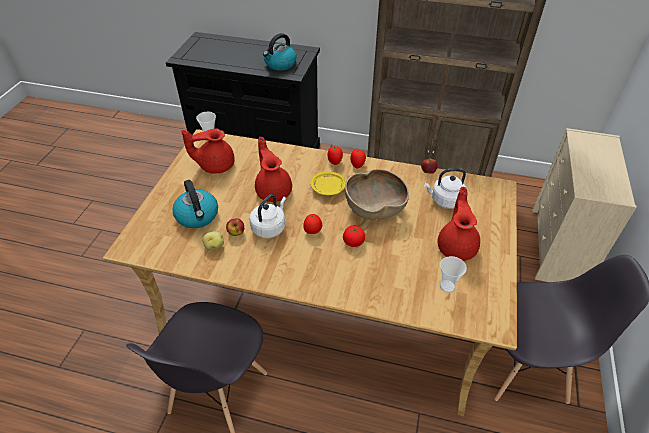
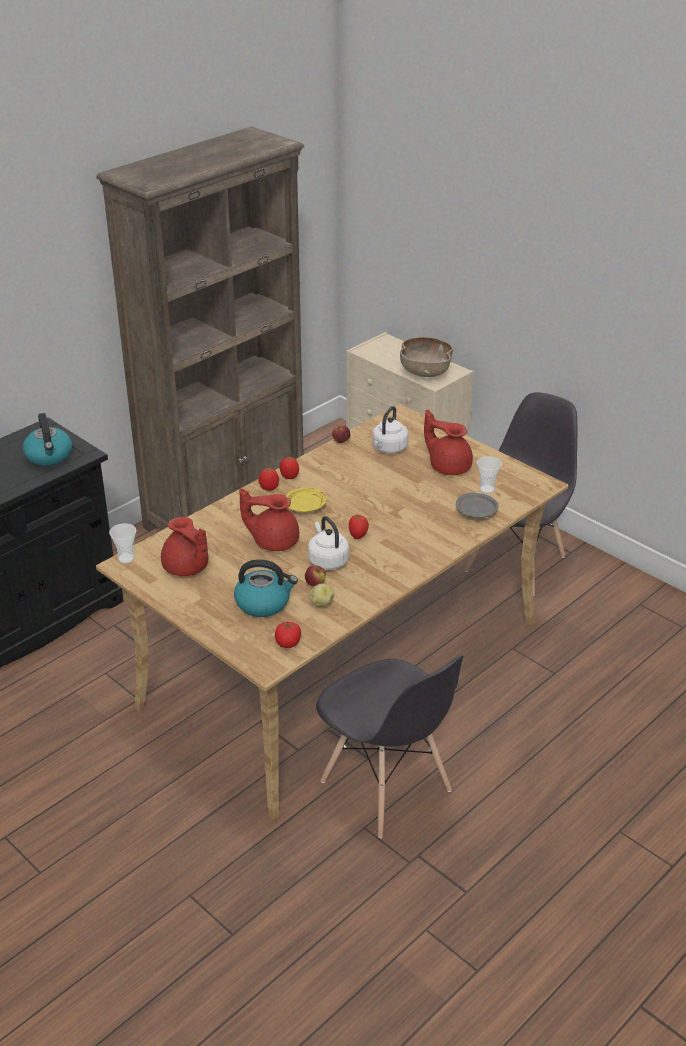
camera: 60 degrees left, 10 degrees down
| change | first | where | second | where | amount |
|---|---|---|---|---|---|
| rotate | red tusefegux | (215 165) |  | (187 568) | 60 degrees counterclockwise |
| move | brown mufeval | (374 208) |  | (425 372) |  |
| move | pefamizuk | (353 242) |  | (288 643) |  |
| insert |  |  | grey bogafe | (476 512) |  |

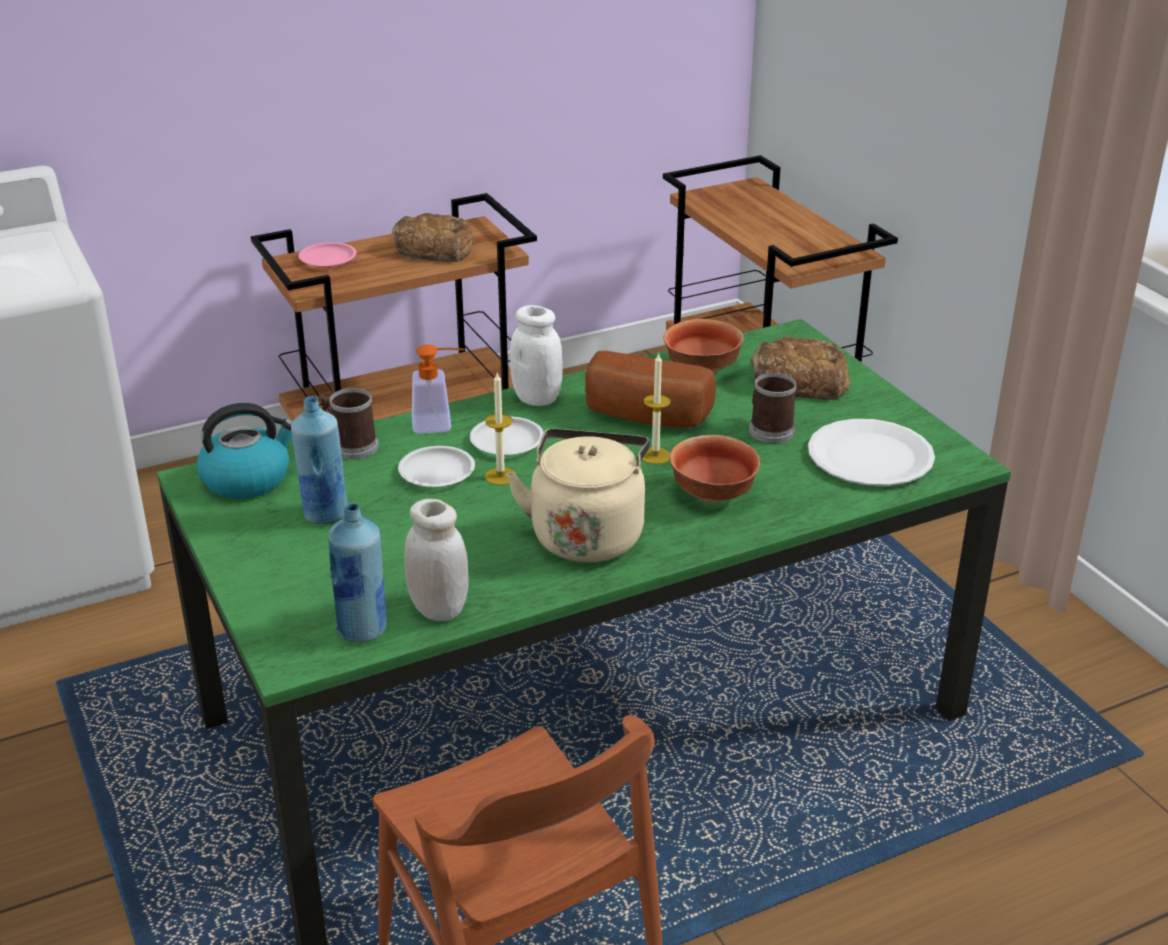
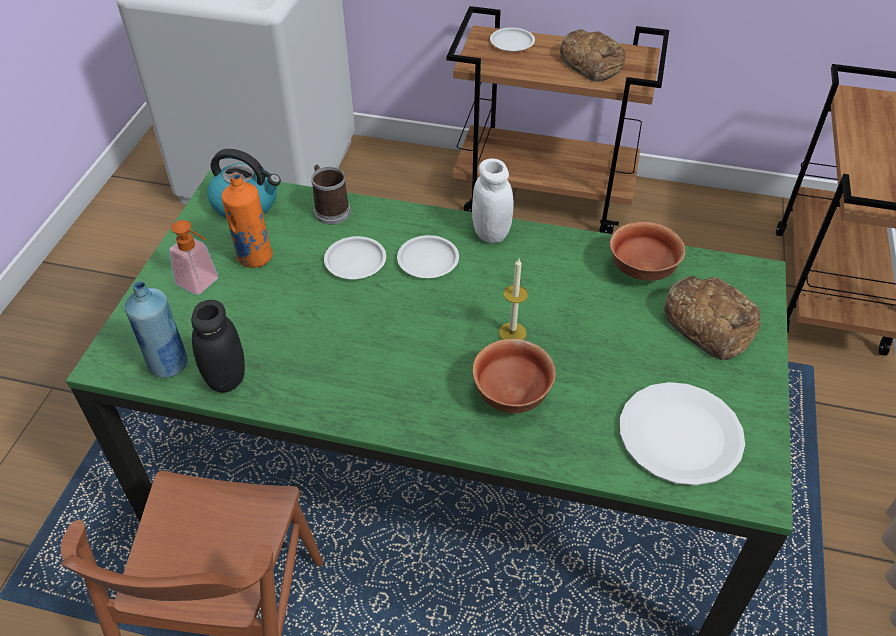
camera: 40 degrees right, 15 degrees up
| change | first | where | second | where | amount |
|---|---|---|---|---|---|
| recolor | pink bogafe | (327 259) | white bogafe | (512 42) |  |
| move | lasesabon | (440 424) |  | (203 284) |  |
| delete | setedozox | (644 417) |  |  |  |
| delete | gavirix | (768 428) |  |  |  |
| delete | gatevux | (500 476) |  |  |  |
| recolor | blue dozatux | (325 514) | orange dozatux | (254 257) |  |
| delete | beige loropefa | (587 534) |  |  |  |
| recolor | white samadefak | (438 609) | black samadefak | (226 378) |  |

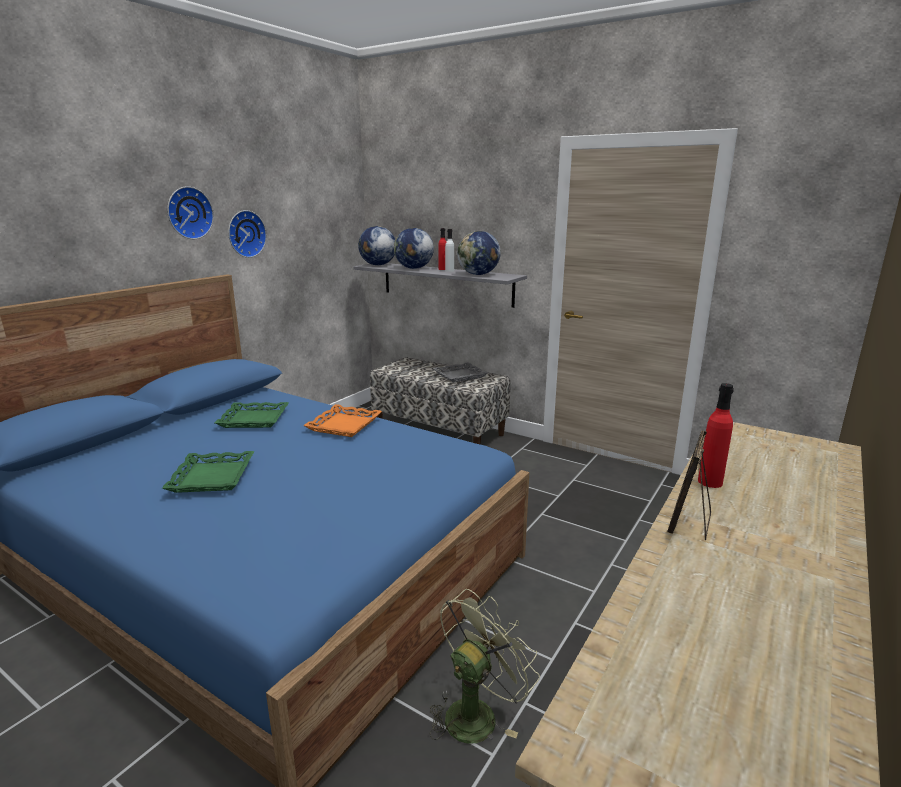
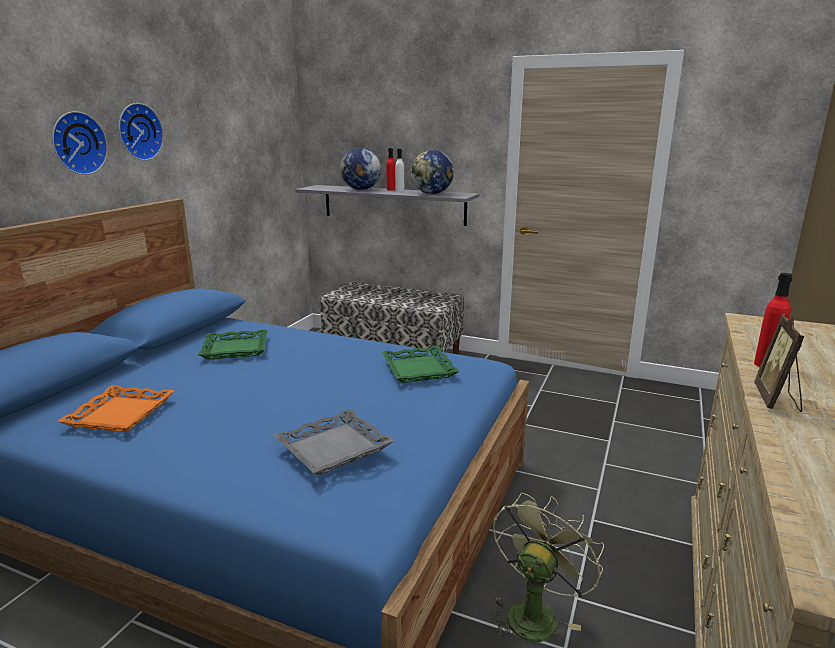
camera: 10 degrees left, 0 degrees up
| change | first | where | second | where | amount |
|---|---|---|---|---|---|
| move | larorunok | (245 234) |  | (77 143) |  |
| delete | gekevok | (377 265) |  |  |  |
| move | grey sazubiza | (460 375) |  | (333 448) |  |
| move | orange sazubiza | (344 425) |  | (119 414) |  |
| move | green sazubiza | (211 477) |  | (418 369) |  |

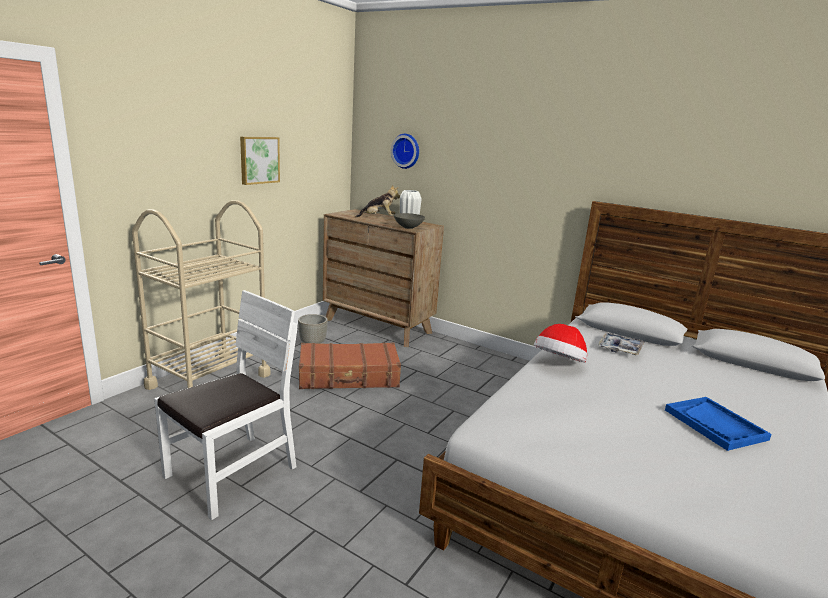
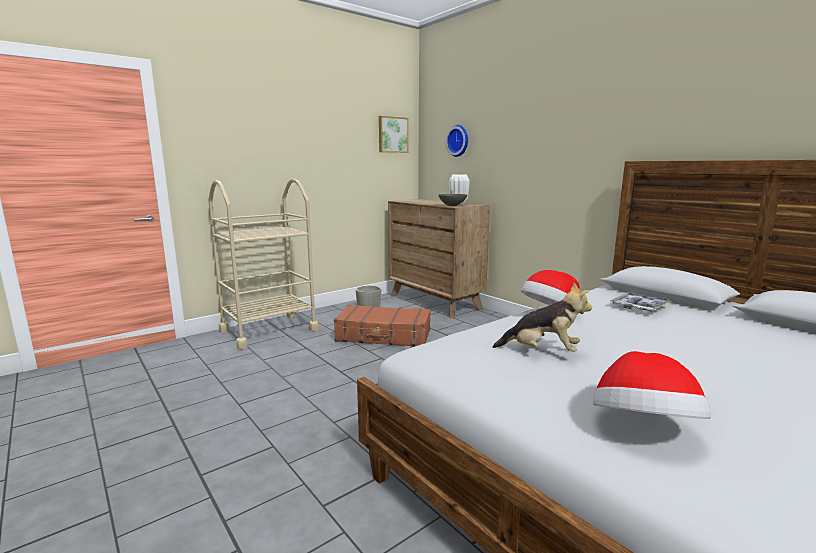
camera: 20 degrees right, 5 degrees down
| change | first | where | second | where | amount |
|---|---|---|---|---|---|
| move | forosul | (259 160) |  | (392 135) |  |
| move | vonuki | (378 218) |  | (542 352) |  |
| delete | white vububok | (232 473) |  |  |  |
| delete | blue sazubiza | (715 425) |  |  |  |
| insert |  |  | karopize | (643 428) |  |

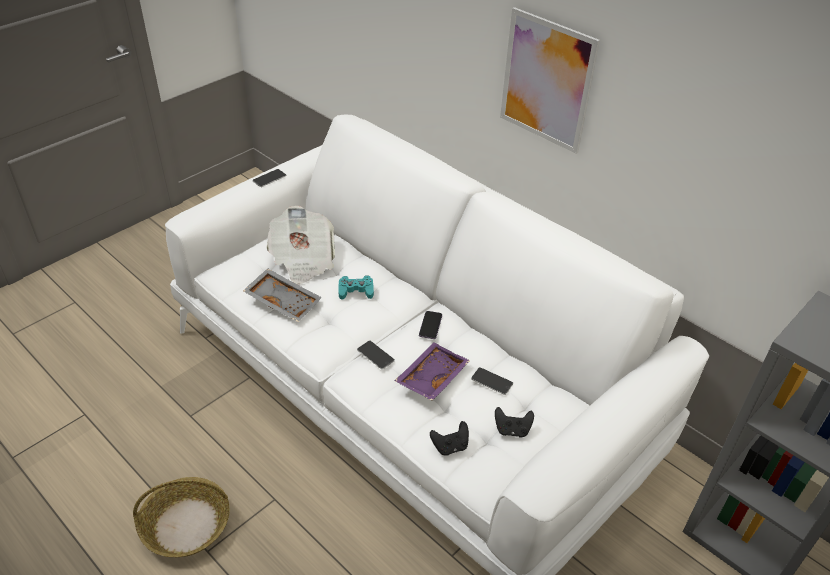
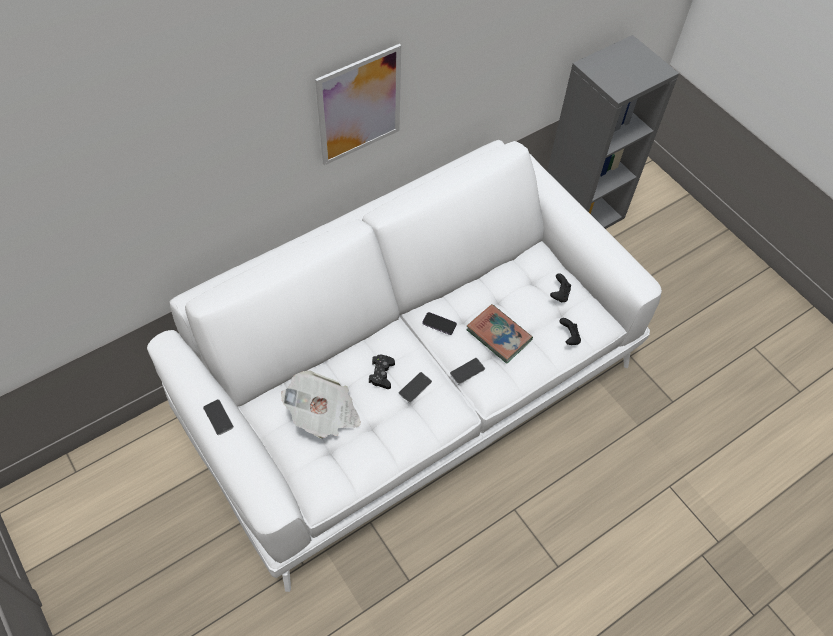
camera: 80 degrees left, 15 degrees up
| change | first | where | second | where | amount |
|---|---|---|---|---|---|
| delete | grey sazubiza | (284 301) |  |  |  |
| recolor | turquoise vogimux | (356 291) | black vogimux | (381 374) |  |
| replace | purple sazubiza | (431 377) | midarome | (498 335) |  |
| move | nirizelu | (492 381) |  | (415 387) |  |
| delete | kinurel | (187 525) |  |  |  |

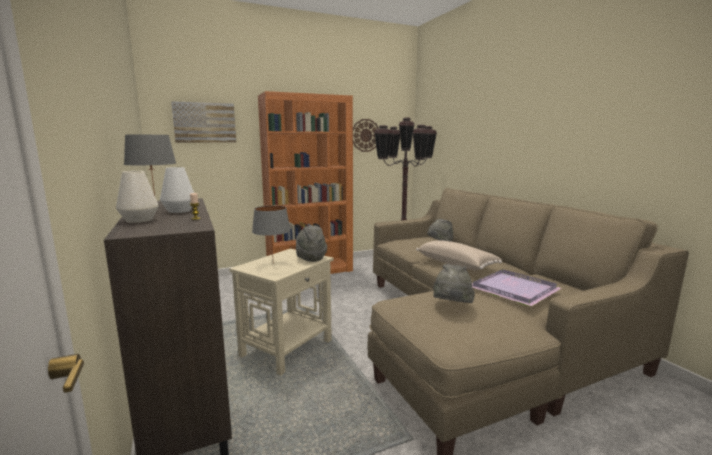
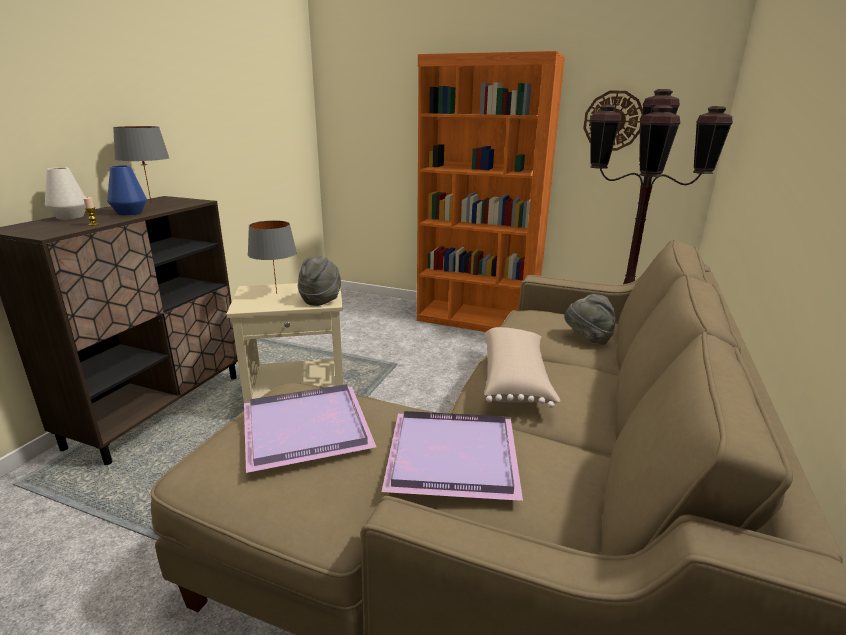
camera: 45 degrees right, 10 degrees up
| change | first | where | second | where | amount |
|---|---|---|---|---|---|
| delete | forosul | (204 122) |  |  |  |
| recolor | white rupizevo | (179 211) | blue rupizevo | (130 213) |  |
| replace | grey karopize | (451 306) | purple sazubiza | (309 429) |  |

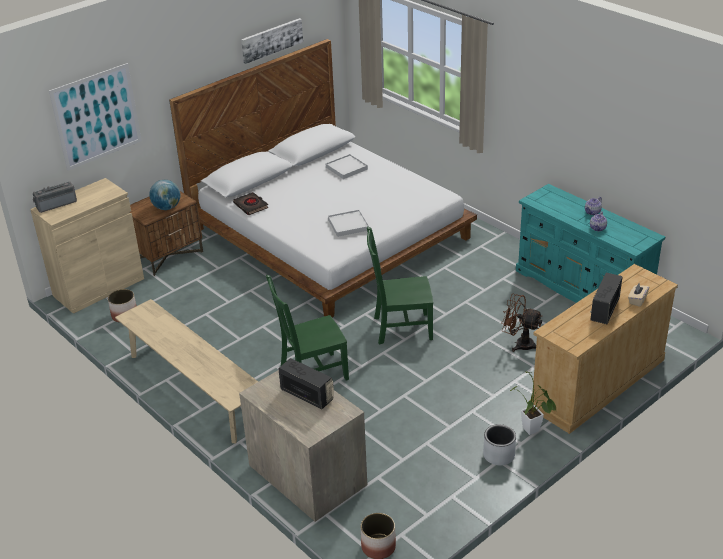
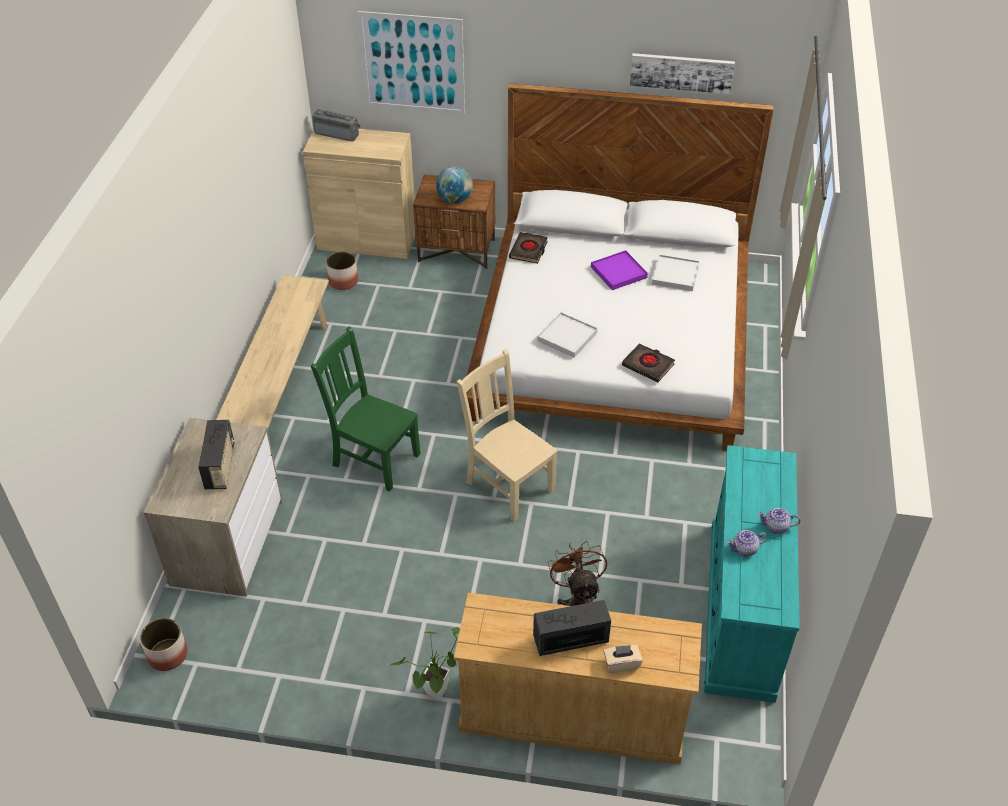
camera: 50 degrees right, 10 degrees up
| change | first | where | second | where | amount |
|---|---|---|---|---|---|
| recolor | green vububok | (400 328) | beige vububok | (508 484) |  |
| delete | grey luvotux | (498 455) |  |  |  |
| insert |  |  | purple sazubiza | (618 272) |  |
| insert |  |  | black midarome | (648 365) |  |

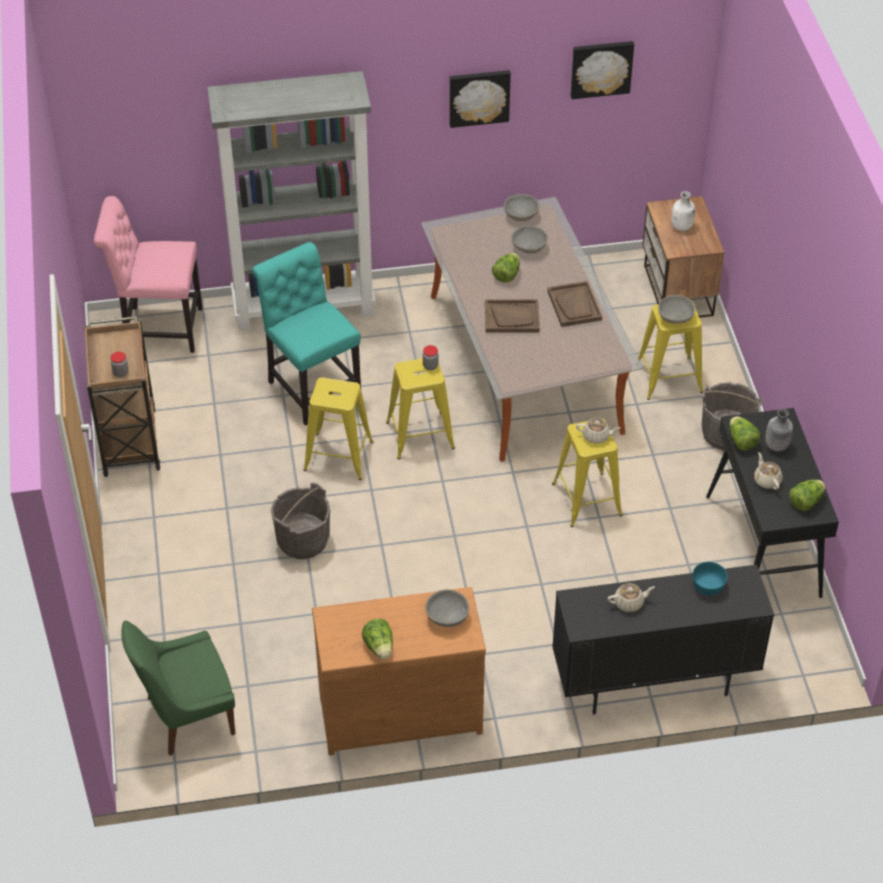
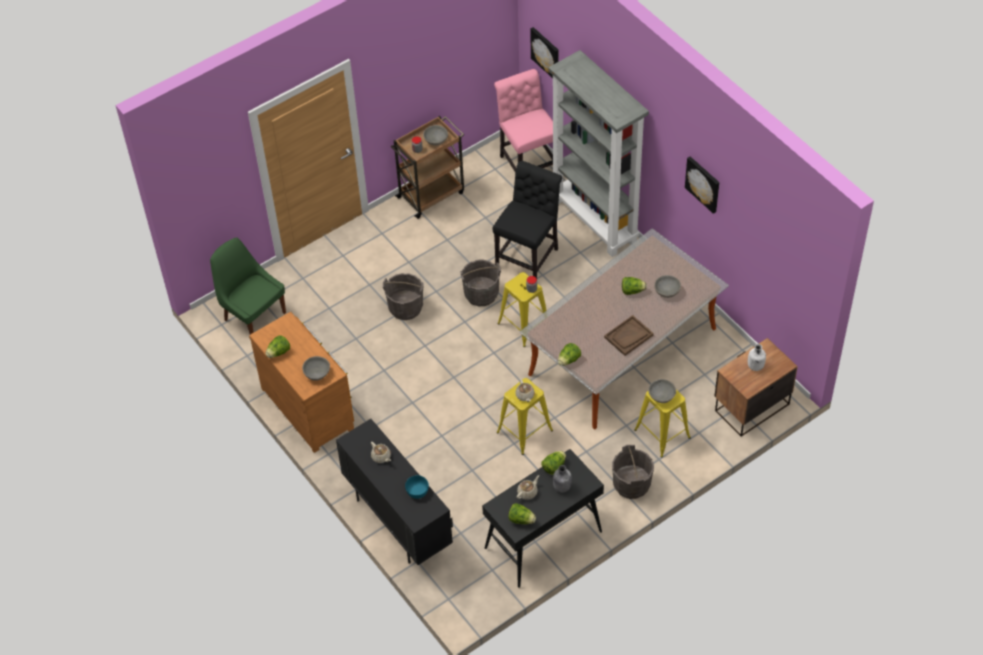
camera: 65 degrees right, 5 degrees up
| change | first | where | second | where | amount |
|---|---|---|---|---|---|
| move | forosul | (601 68) |  | (546 53) |  |
| move | grey mufeval | (521 215) |  | (436 140) |  |
| recolor | turquoise vububok | (311 387) | black vububok | (529 256) |  |
| delete | brown sazubiza | (512 317) |  |  |  |
| replace | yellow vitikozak | (338 456) | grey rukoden | (481 294) |  |
| insert |  |  | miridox | (568 360) |  |

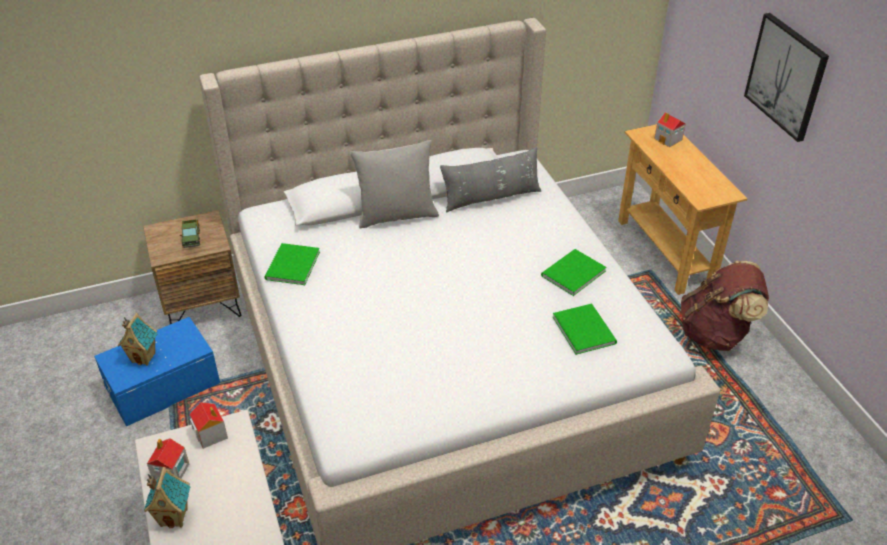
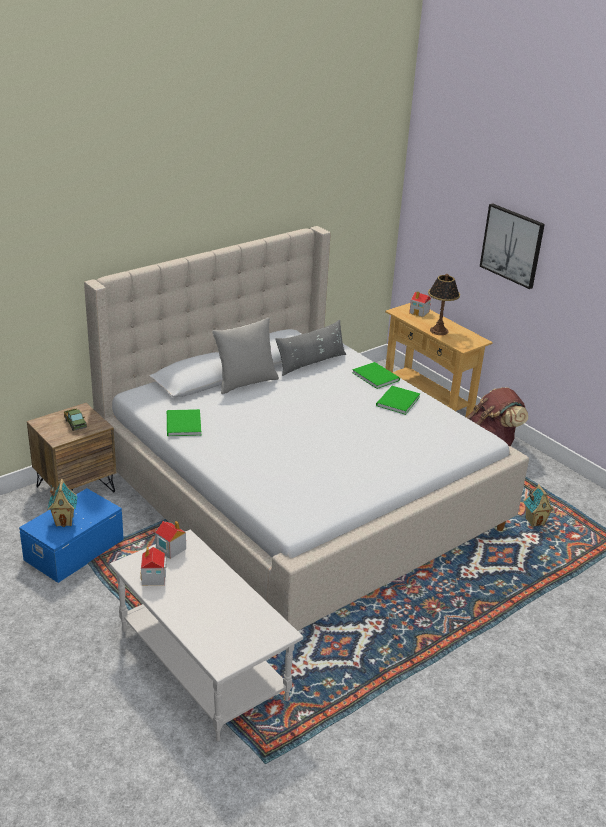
camera: 20 degrees left, 10 degrees down
| change | first | where | second | where | amount |
|---|---|---|---|---|---|
| move | green midarome | (584 328) |  | (375 376) |  |
| move | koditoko | (174 517) |  | (534 522) |  |
| insert |  |  | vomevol | (439 331) |  |

